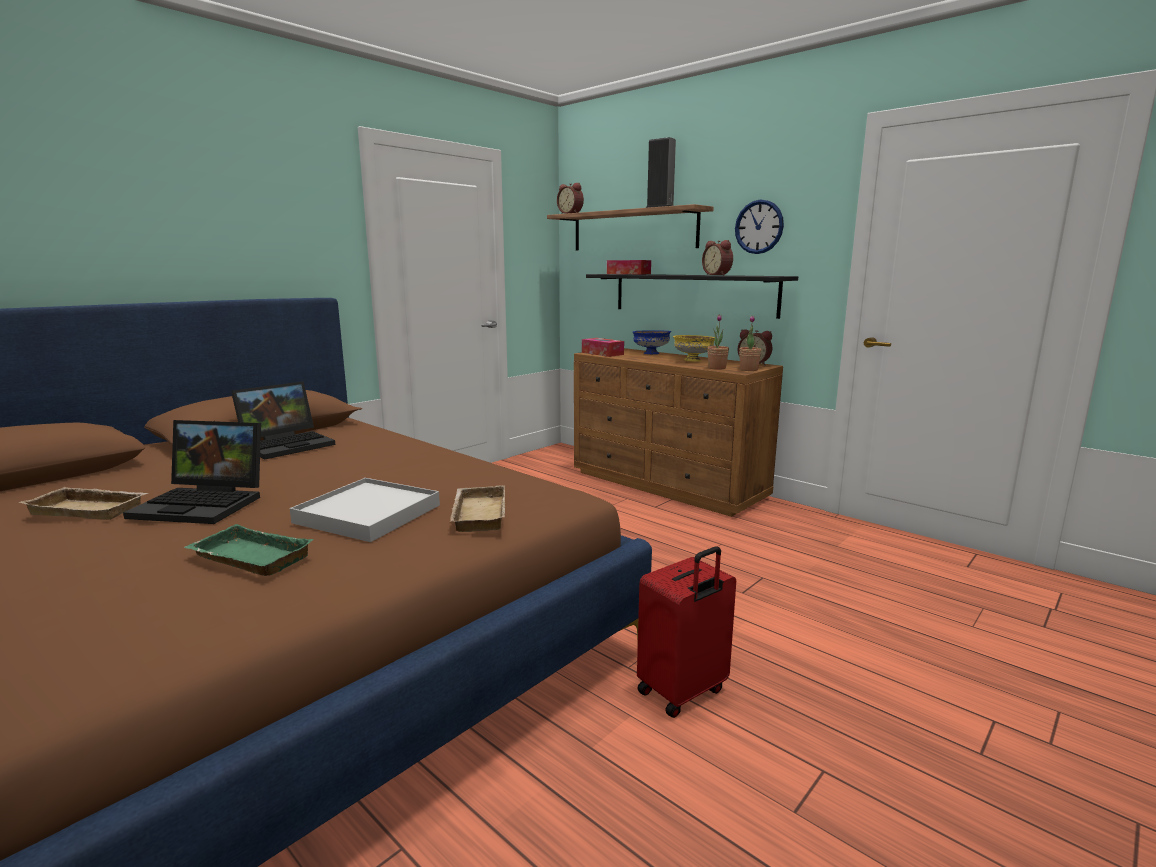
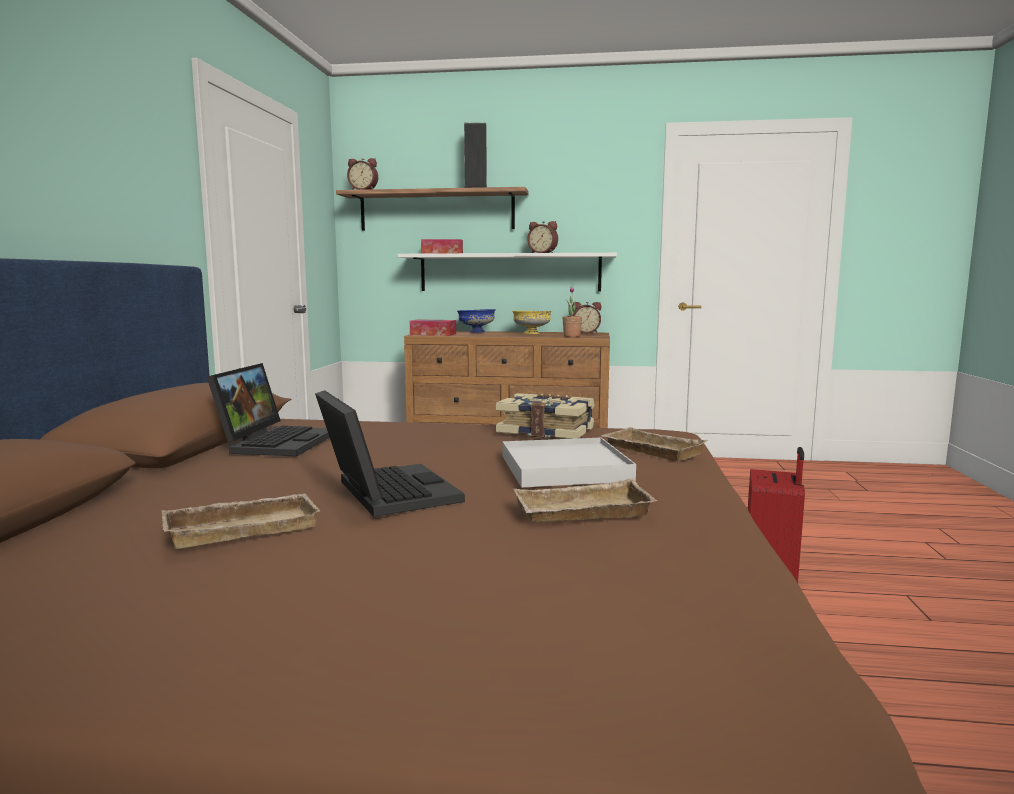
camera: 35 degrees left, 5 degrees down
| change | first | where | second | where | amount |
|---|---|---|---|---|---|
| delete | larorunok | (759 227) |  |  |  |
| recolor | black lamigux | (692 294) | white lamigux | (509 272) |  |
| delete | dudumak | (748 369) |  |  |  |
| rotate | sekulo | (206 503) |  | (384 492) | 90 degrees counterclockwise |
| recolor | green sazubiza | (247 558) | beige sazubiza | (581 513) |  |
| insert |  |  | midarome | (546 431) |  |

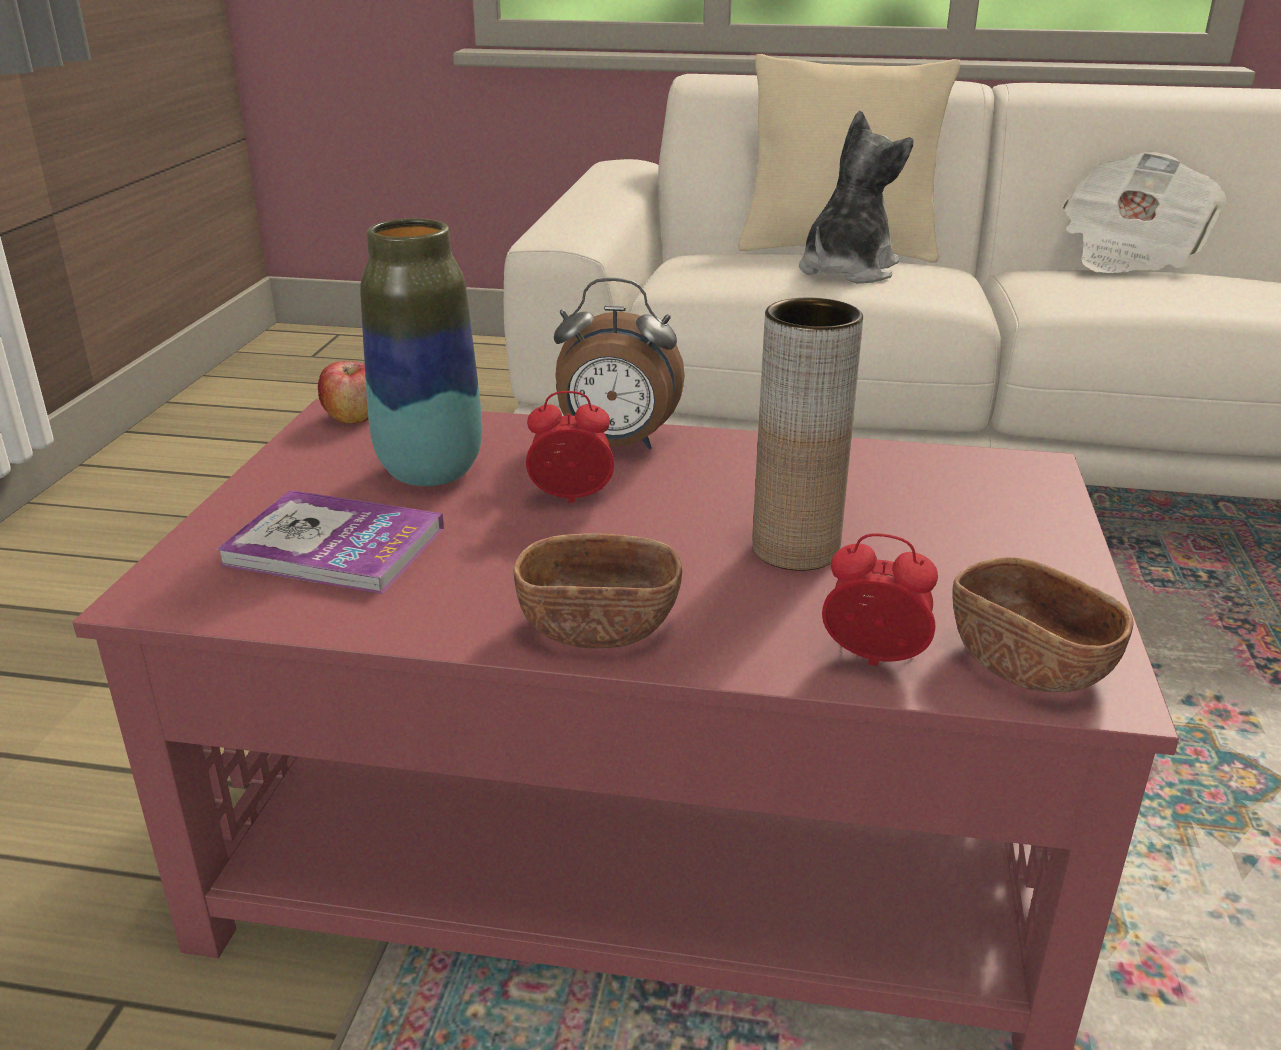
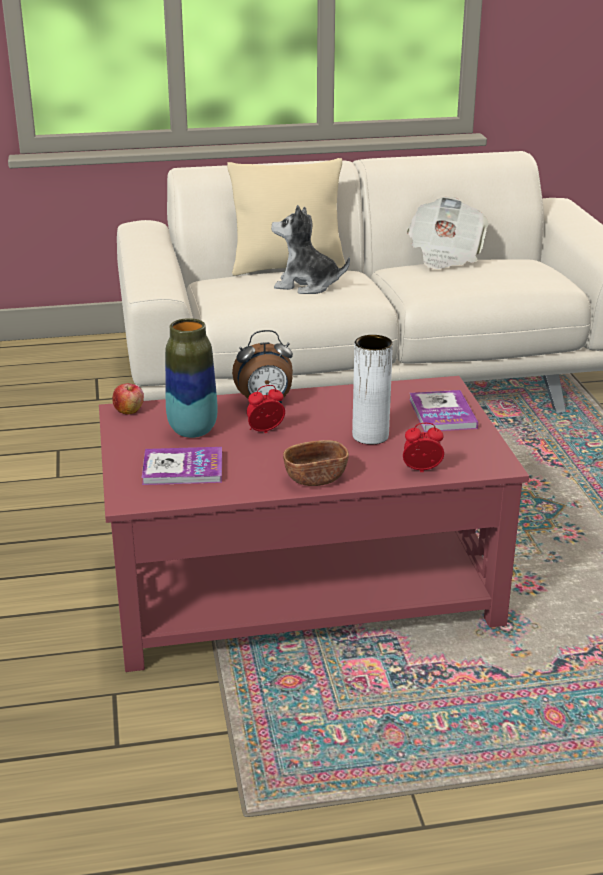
camera: 20 degrees left, 0 degrees up
| change | first | where | second | where | amount |
|---|---|---|---|---|---|
| rotate | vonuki | (846 271) |  | (306 285) | 90 degrees counterclockwise |
| recolor | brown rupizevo | (795 549) | white rupizevo | (370 436) |  |
| delete | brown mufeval | (1029 663) |  |  |  |
| insert |  |  | midarome | (442 413) |  |

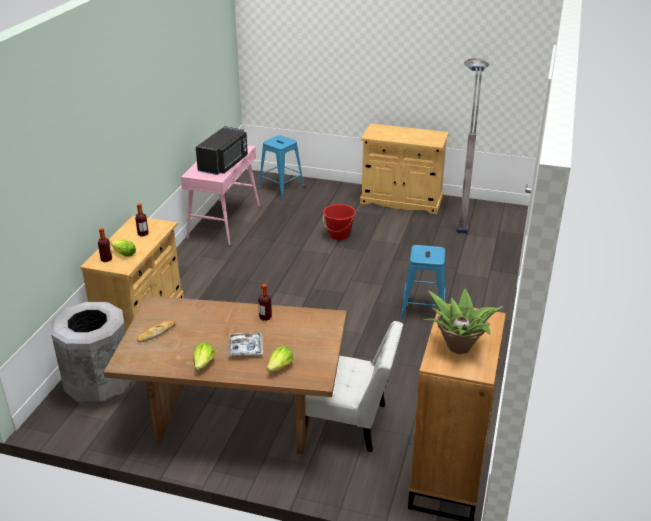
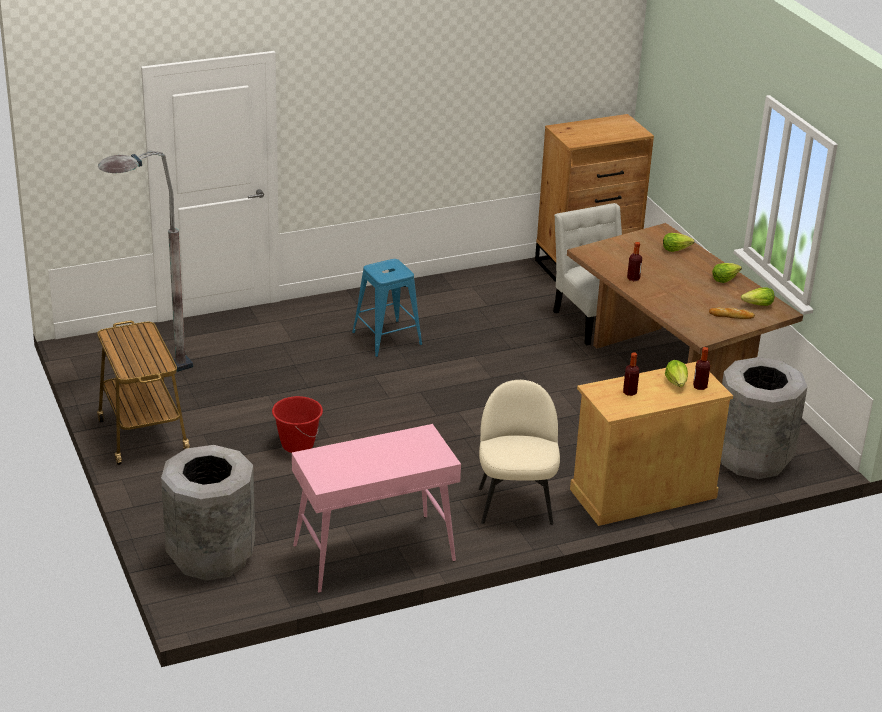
camera: 130 degrees left, 0 degrees up
| change | first | where | second | where | amount |
|---|---|---|---|---|---|
| replace | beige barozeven | (401 201) | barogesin | (142 434) |  |
| delete | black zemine | (224 164) |  |  |  |
| replace | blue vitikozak | (281 187) | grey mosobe | (210 556) |  |
| delete | dudumak | (459 345) |  |  |  |
| delete | sazubiza | (245 348) |  |  |  |
| insert |  |  | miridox | (758 305) |  |
| insert |  |  | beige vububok | (515 504) |  |

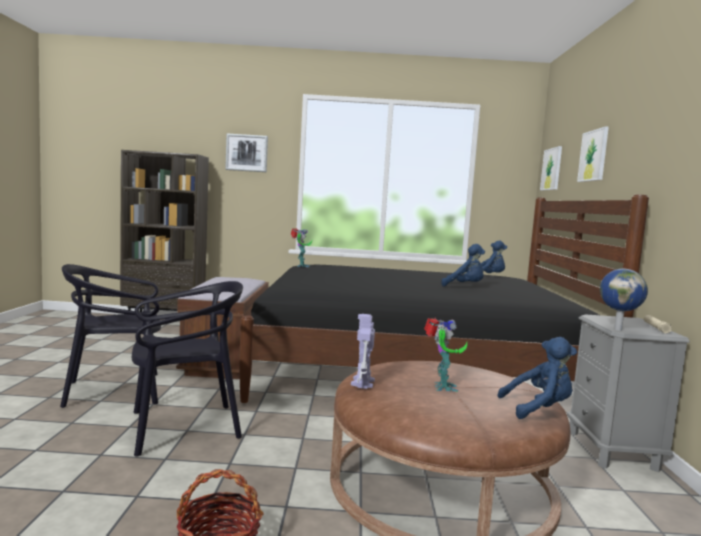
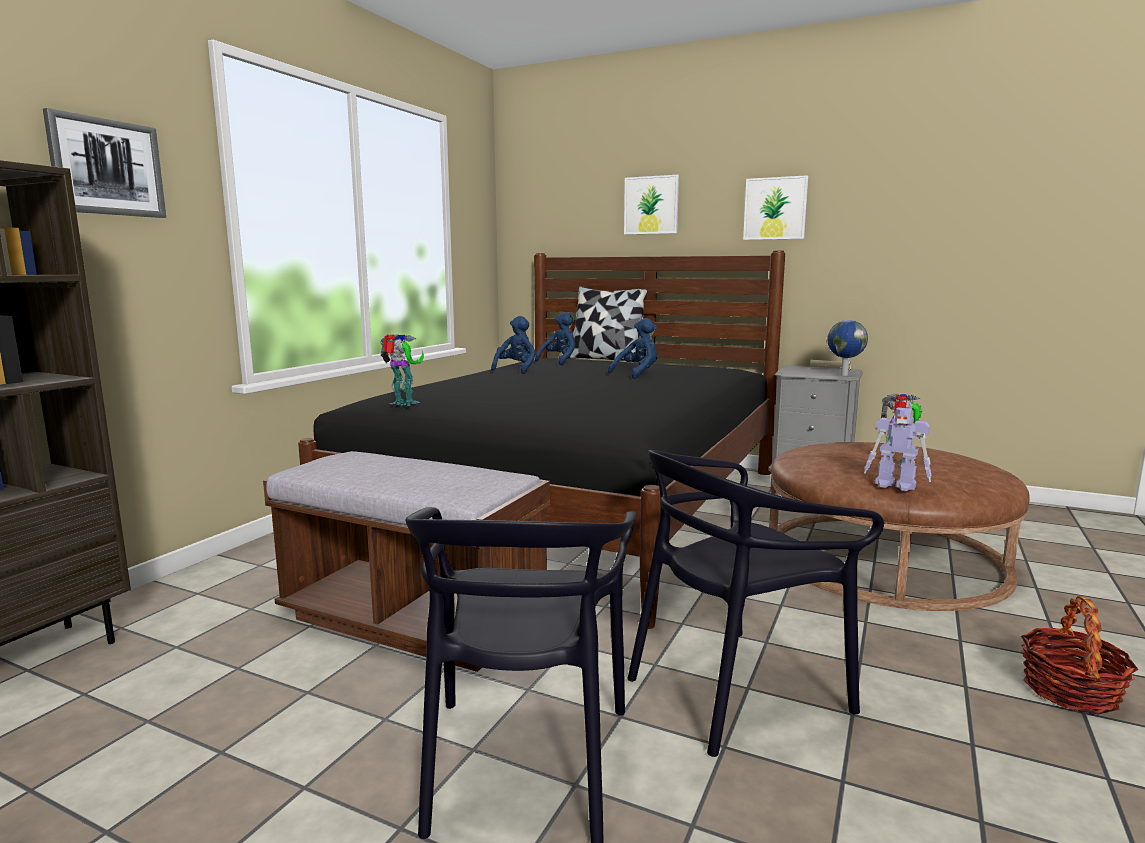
camera: 65 degrees left, 5 degrees up
| change | first | where | second | where | amount |
|---|---|---|---|---|---|
| move | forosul | (551 169) |  | (775 208) |  |
| rotate | black vububok | (183 427) |  | (736 690) | 120 degrees counterclockwise |
| move | blue vonuki | (539 409) |  | (516 370) |  |
| insert |  |  | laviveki | (605 359) |  |

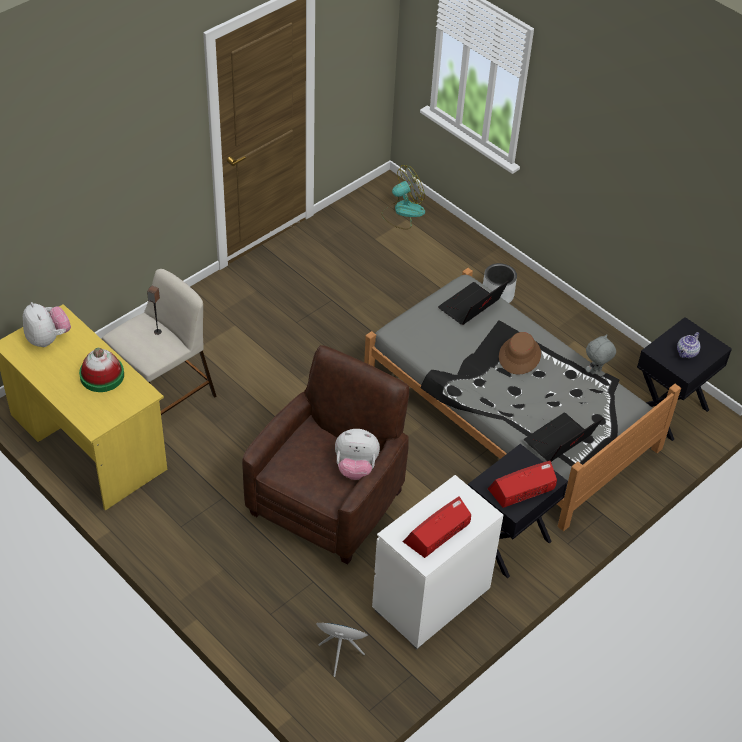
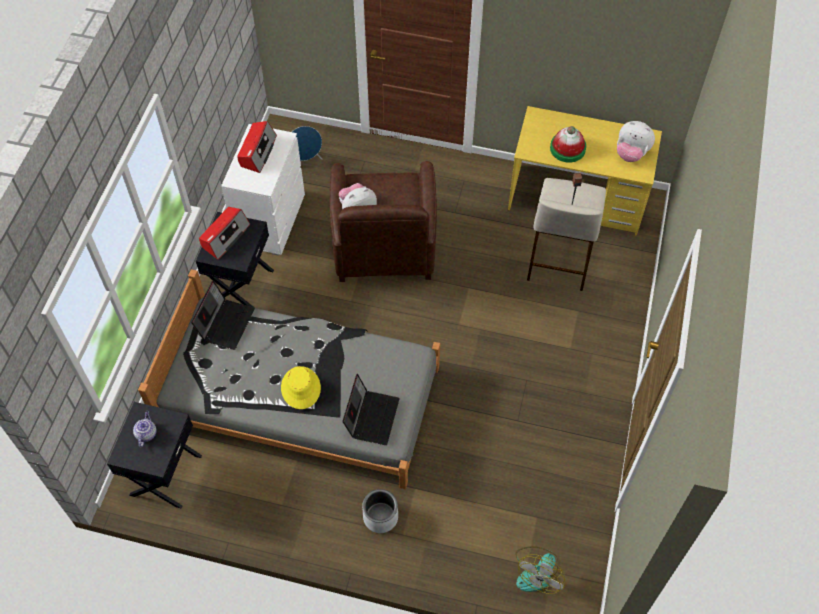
camera: 150 degrees right, 10 degrees up
| change | first | where | second | where | amount |
|---|---|---|---|---|---|
| recolor | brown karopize | (520 355) | yellow karopize | (300 388) |  |
| delete | grey vonuki | (596 371) |  |  |  |

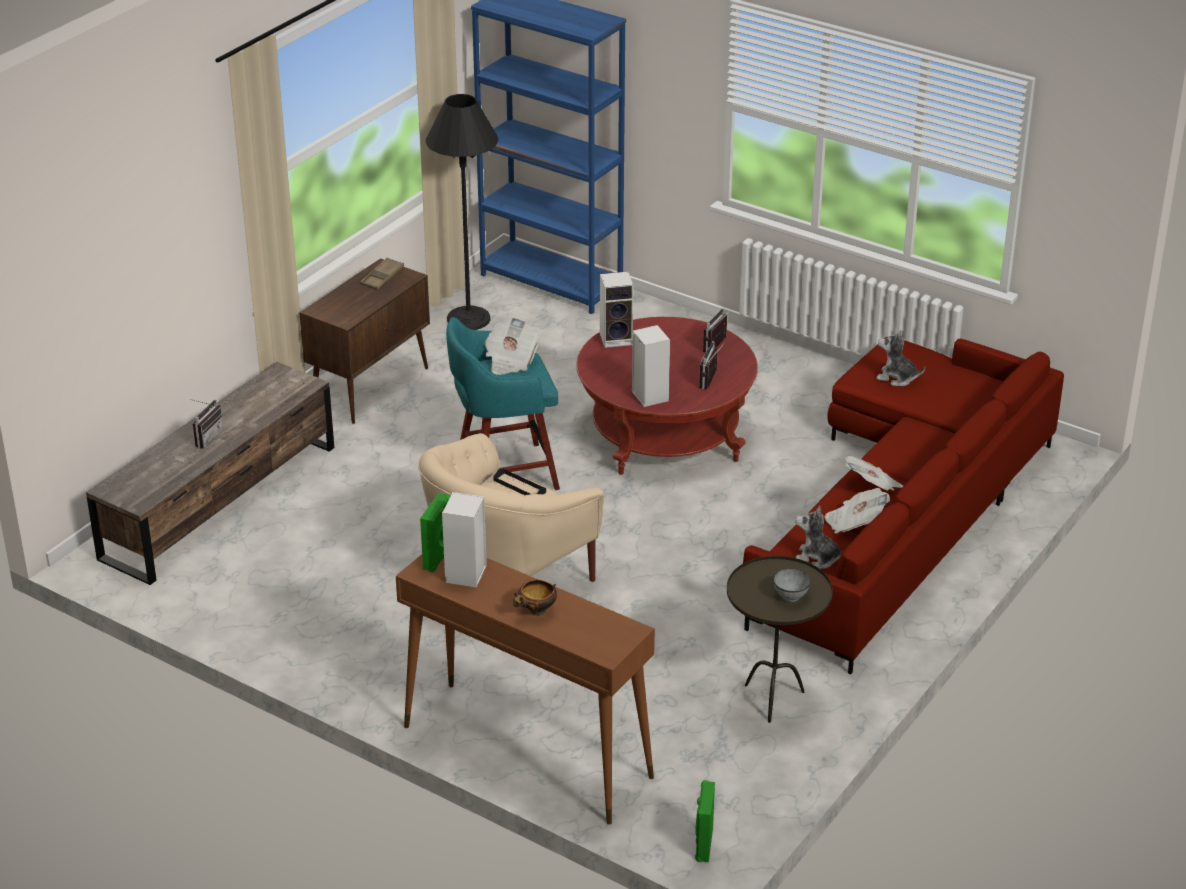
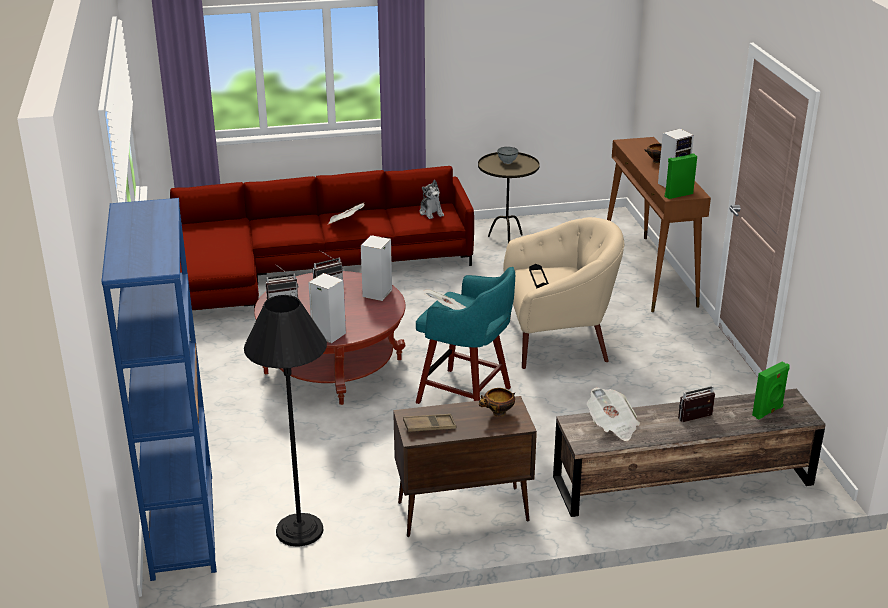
camera: 135 degrees left, 5 degrees down
| change | first | where | second | where | amount |
|---|---|---|---|---|---|
| delete | vonuki | (897 378) |  |  |  |
| move | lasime | (855 523) |  | (612 426) |  |
| move | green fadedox | (703 845) |  | (768 412) |  |
| insert |  |  | mufeval | (498 413) |  |

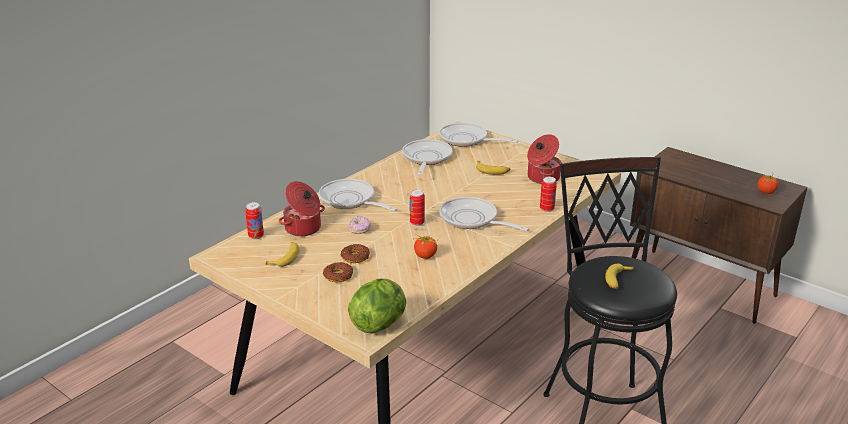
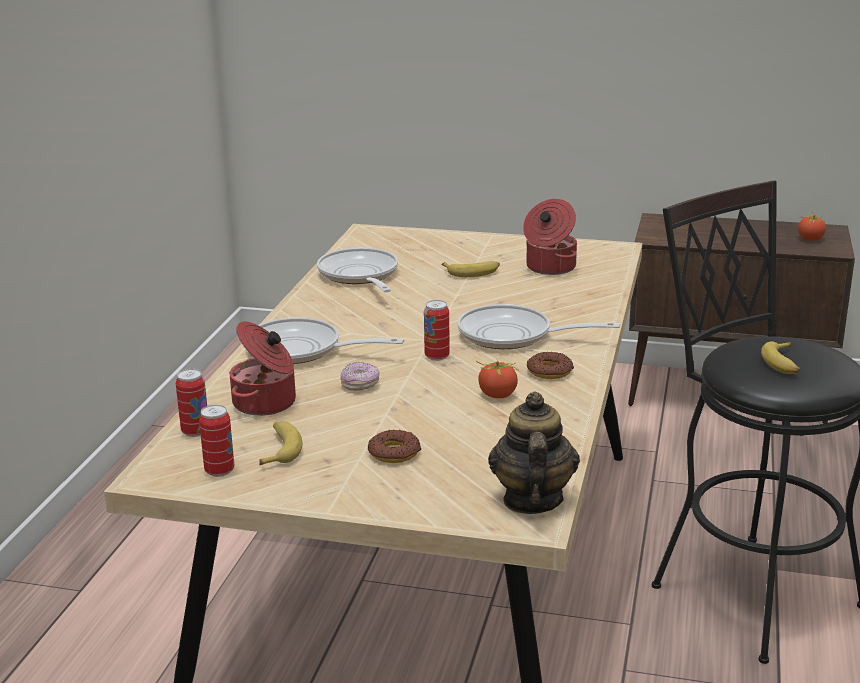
camera: 25 degrees left, 5 degrees down
| change | first | where | second | where | amount |
|---|---|---|---|---|---|
| delete | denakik | (467 140) |  |  |  |
| move | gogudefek | (547 209) |  | (219 471) |  |
| move | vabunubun | (355 257) |  | (550 371) |  |
| replace | miridox | (380 323) | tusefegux | (532 500) |  |

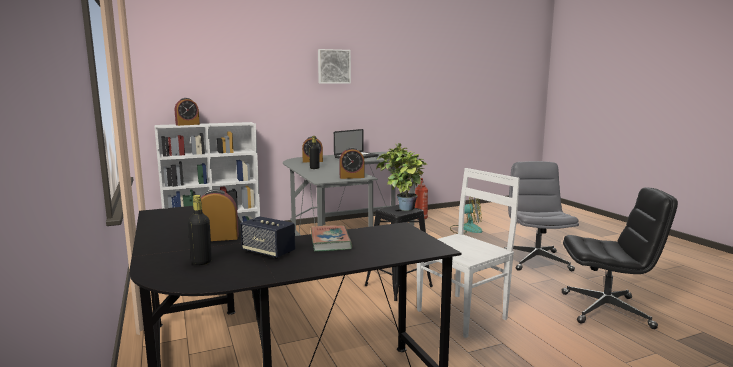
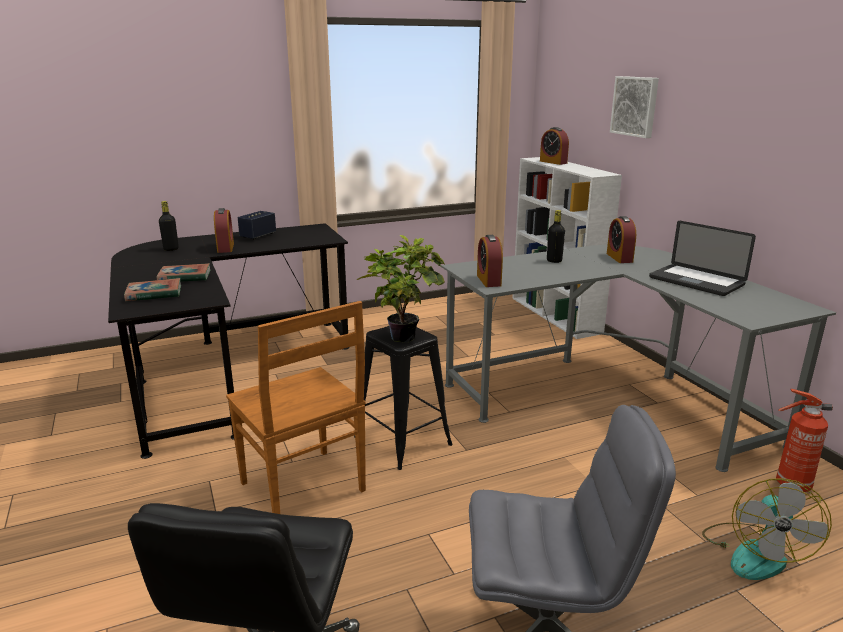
camera: 90 degrees right, 10 degrees up
| change | first | where | second | where | amount |
|---|---|---|---|---|---|
| move | forosul | (333 66) |  | (635 106) |  |
| recolor | white vububok | (463 314) | brown vububok | (304 489) |  |
| move | fadedox | (268 252) |  | (258 236) |  |
| insert |  |  | midarome | (154 294) |  |

